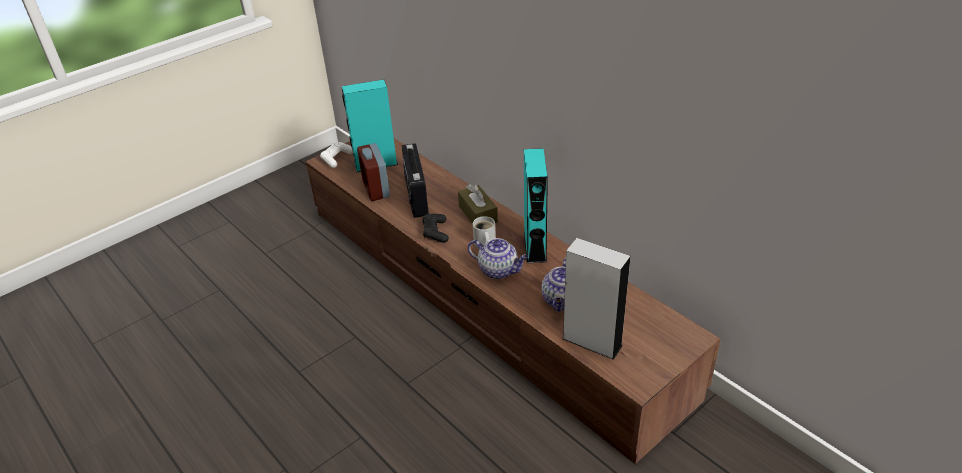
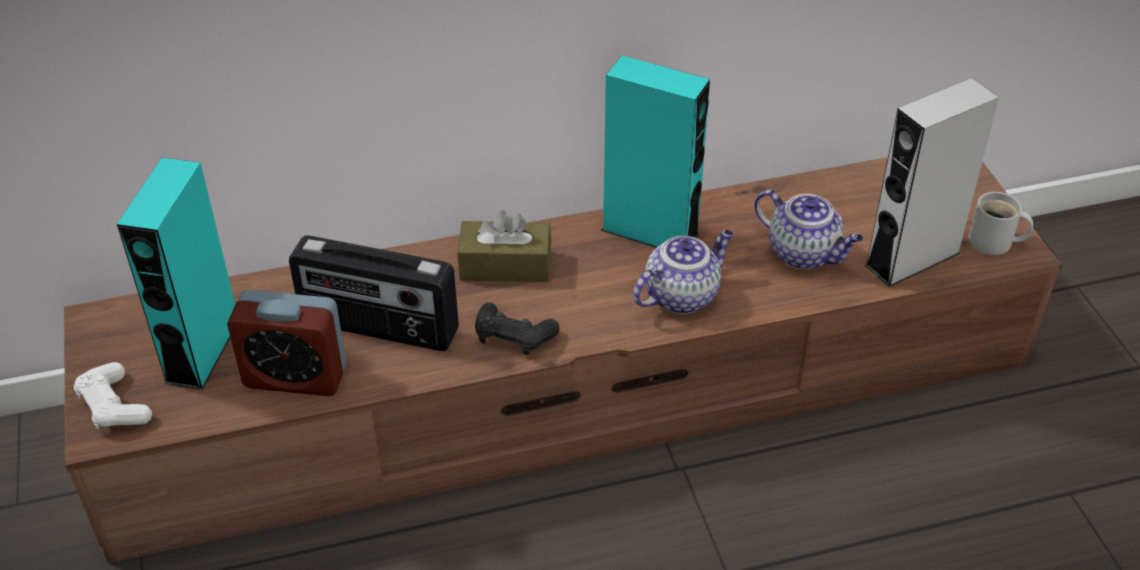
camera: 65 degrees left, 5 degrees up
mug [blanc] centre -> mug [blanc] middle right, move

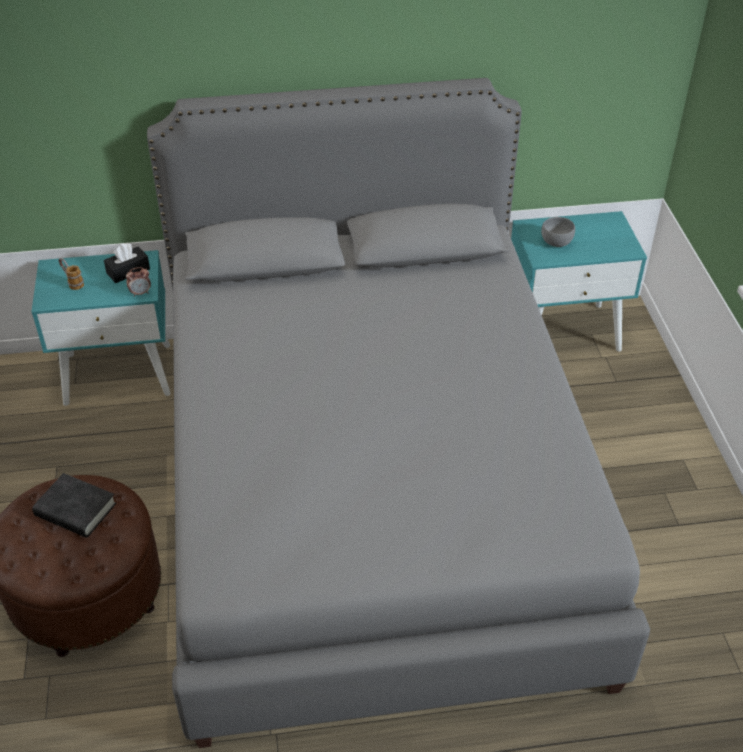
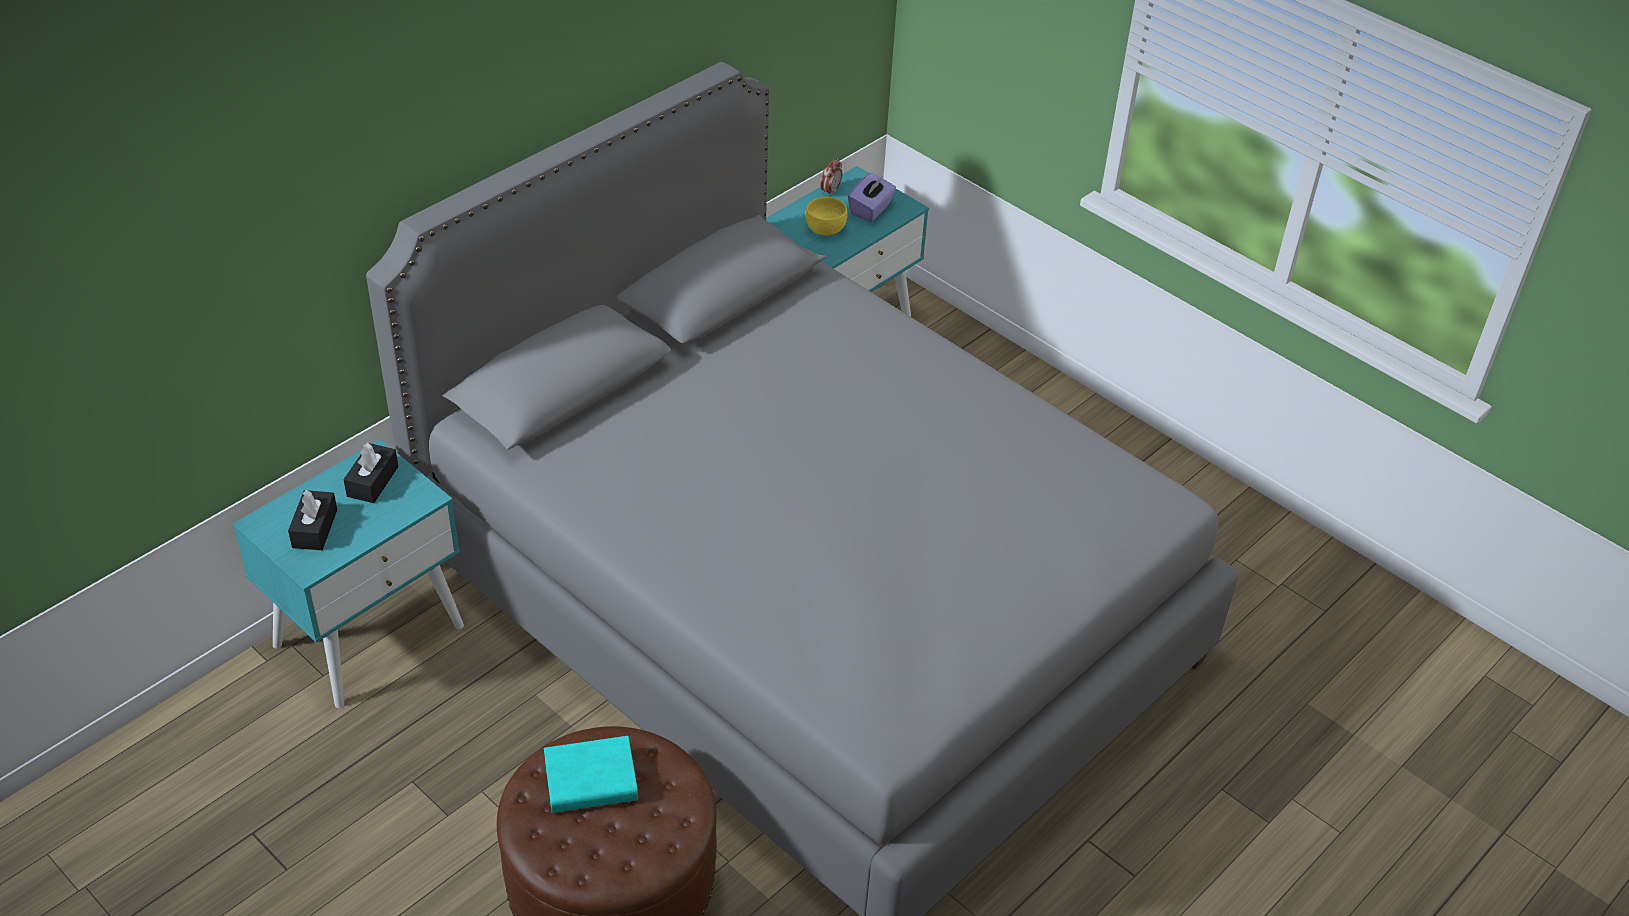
camera: 40 degrees left, 0 degrees up
none -> boîte à mouchoirs [violet] top centre
réveil middle left -> réveil top centre, move
mug middle left -> boîte à mouchoirs [noir] (1st from left) middle left
livre [noir] bottom left -> livre [turquoise] bottom centre
bol [gris] top right -> bol [jaune] top centre

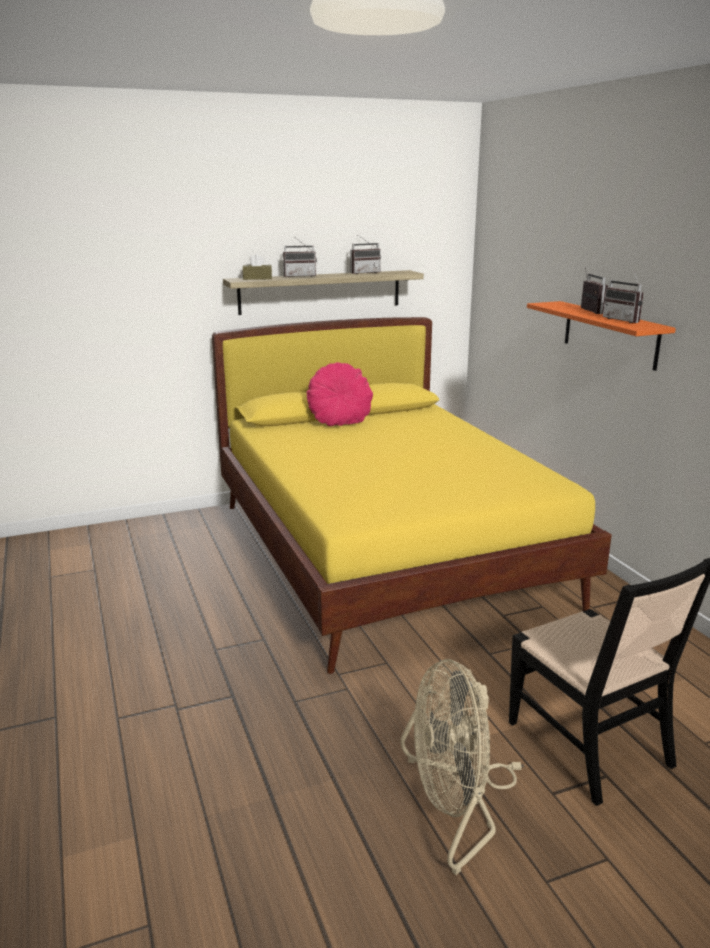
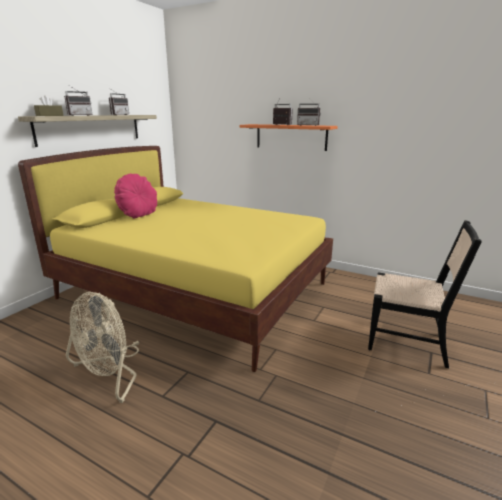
camera: 40 degrees left, 0 degrees up
ventilateur [beige] bottom centre -> ventilateur [beige] bottom left, move

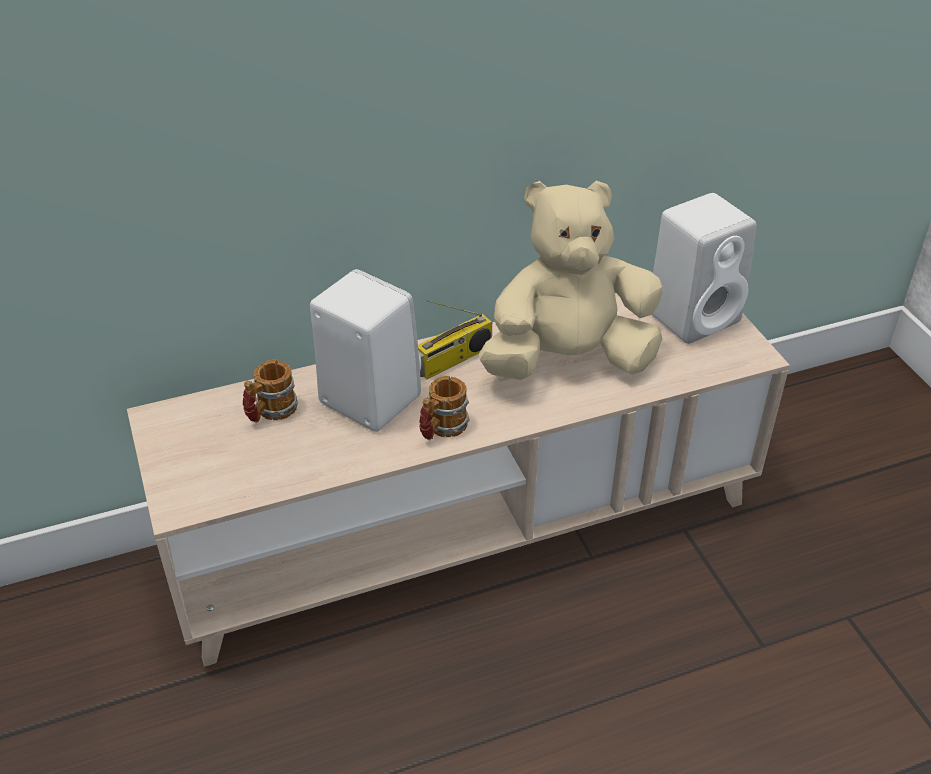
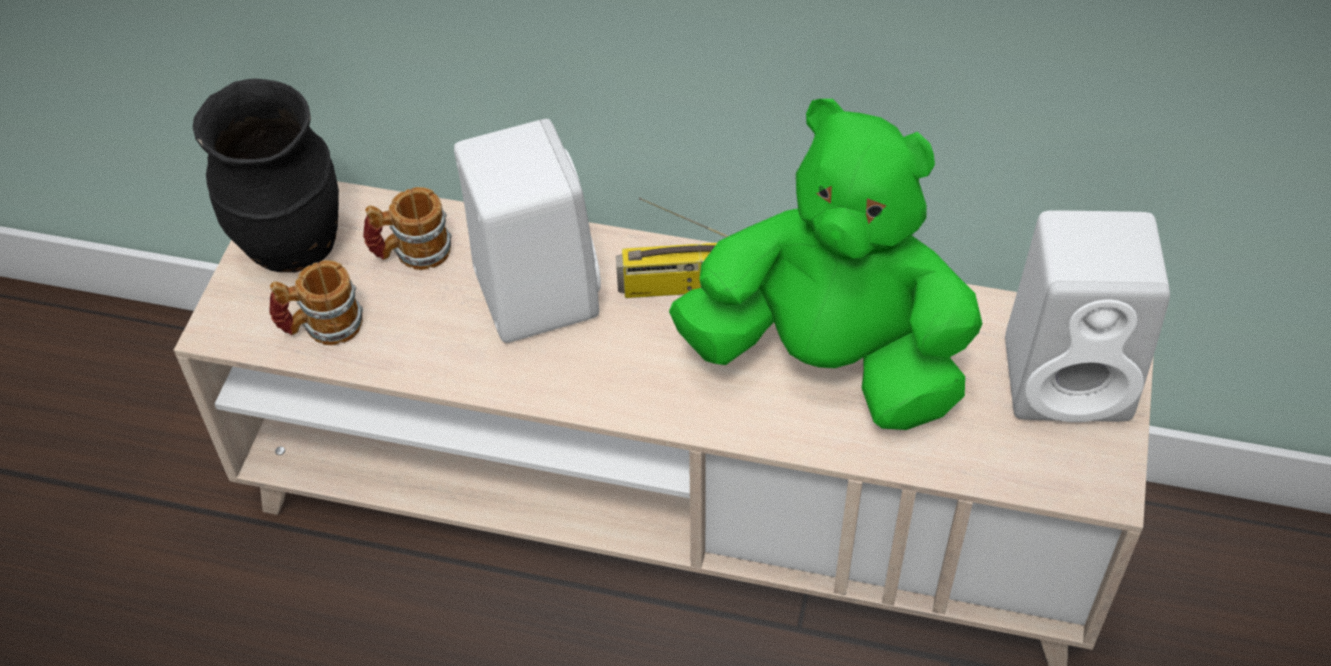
camera: 35 degrees right, 10 degrees up
none -> vase [noir] top left
mug (2nd from left in the first image) centre -> mug (1st from left) middle left, move
peluche [beige] centre -> peluche [vert] centre

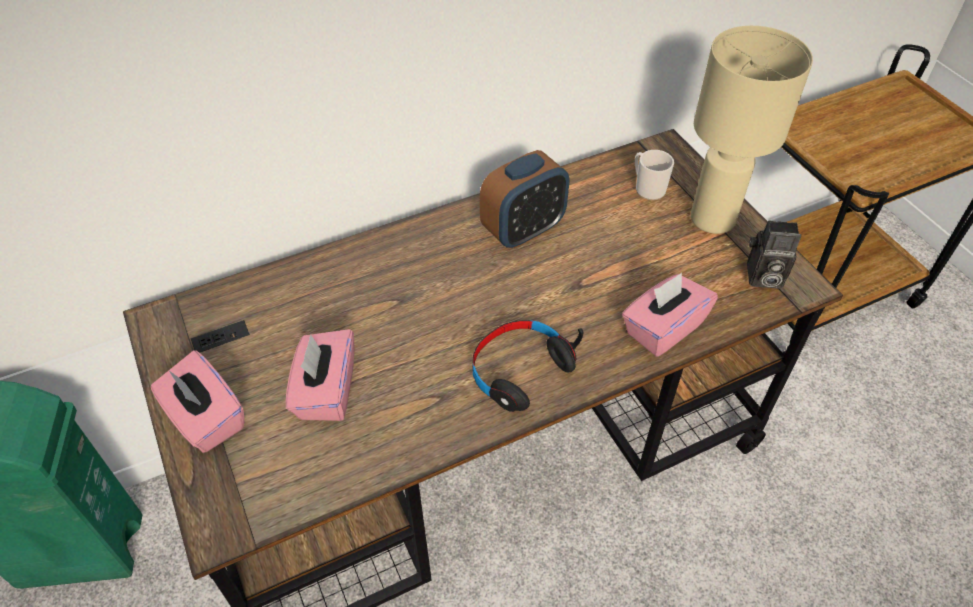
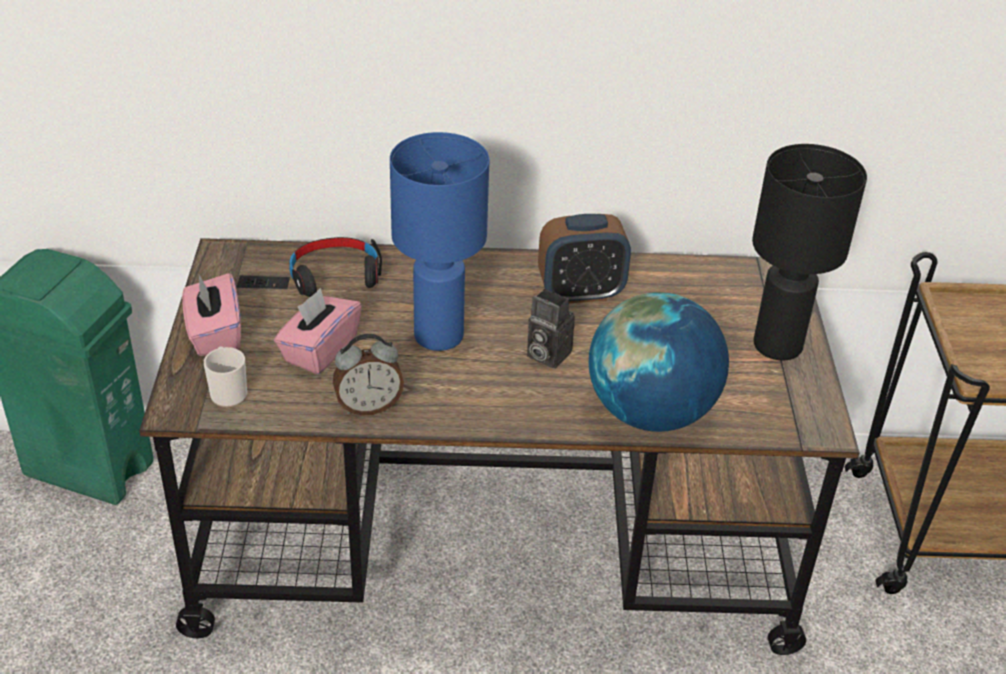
camera: 25 degrees right, 10 degrees down
none -> réveil (1st from left) centre
none -> lampe de table [bleu] centre
casque audio [noir] centre -> casque audio [noir] middle left, move
mug top right -> mug middle left, move
appareil photo middle right -> appareil photo centre, move
boîte à mouchoirs [rose] (3rd from left) middle right -> globe centre
lampe de table [beige] top right -> lampe de table [noir] middle right

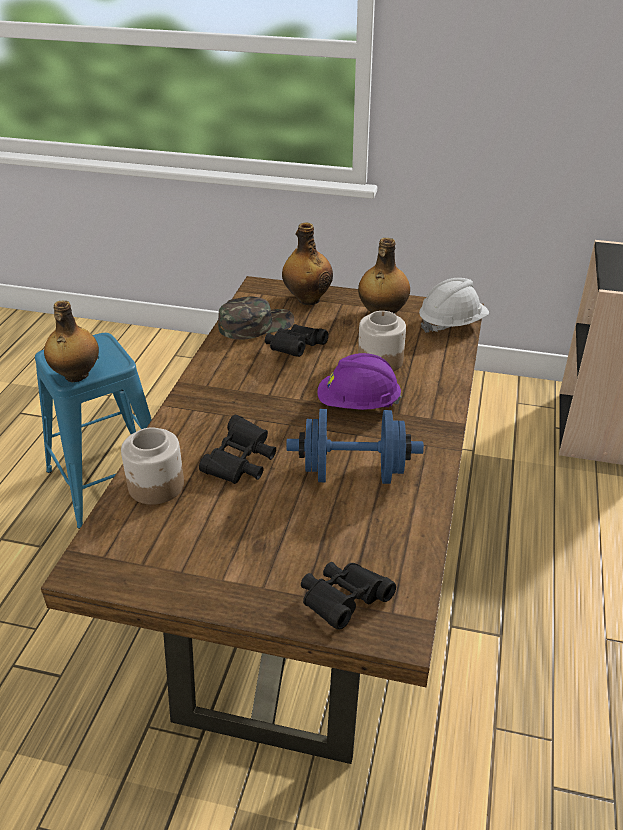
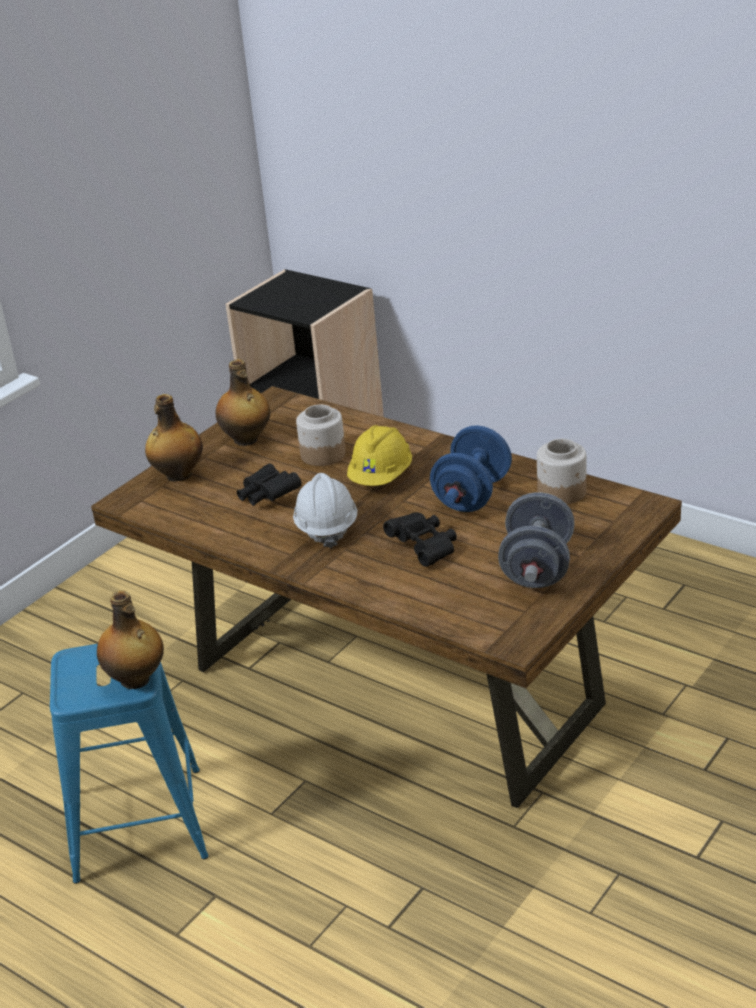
camera: 65 degrees left, 5 degrees down
casquette [vert] centre -> none
jumelles [noir] (3rd from left) bottom centre -> none
none -> haltère [gris] middle right
bocal (1st from left in the first image) middle left -> bocal (2nd from left) middle right, move
casque de chantier [blanc] middle right -> casque de chantier [blanc] centre, move
casque de chantier [violet] centre -> casque de chantier [jaune] centre

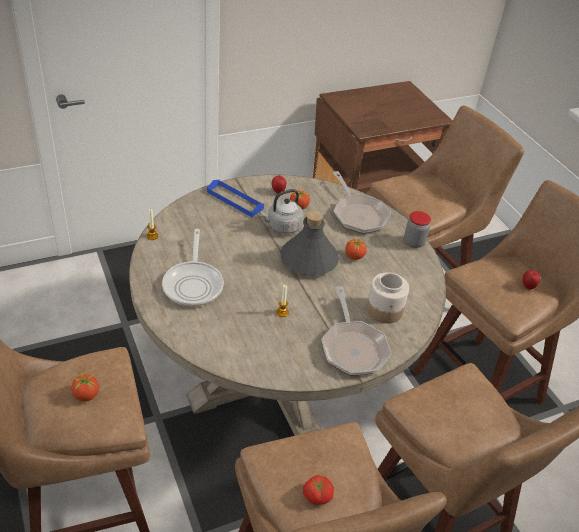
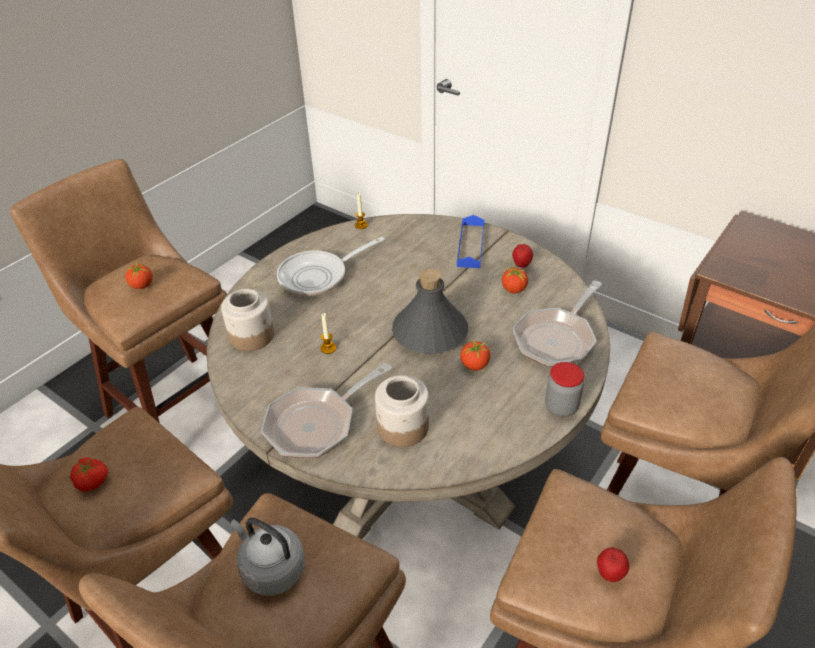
camera: 65 degrees right, 0 degrees up
none -> bocal (1st from left) middle left
bouilloire [gris] centre -> bouilloire [gris] bottom left, move

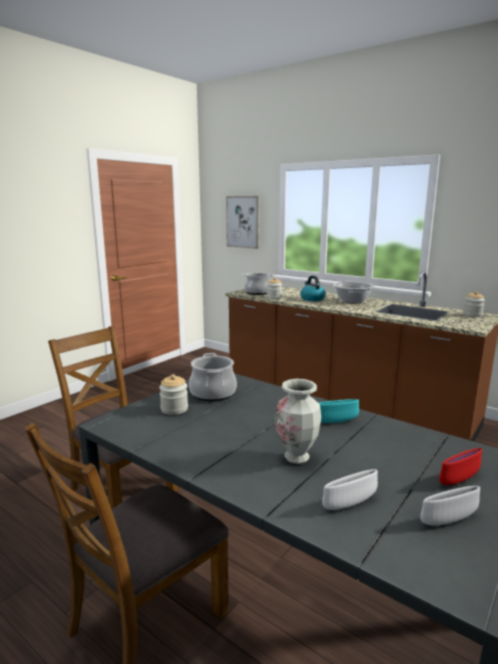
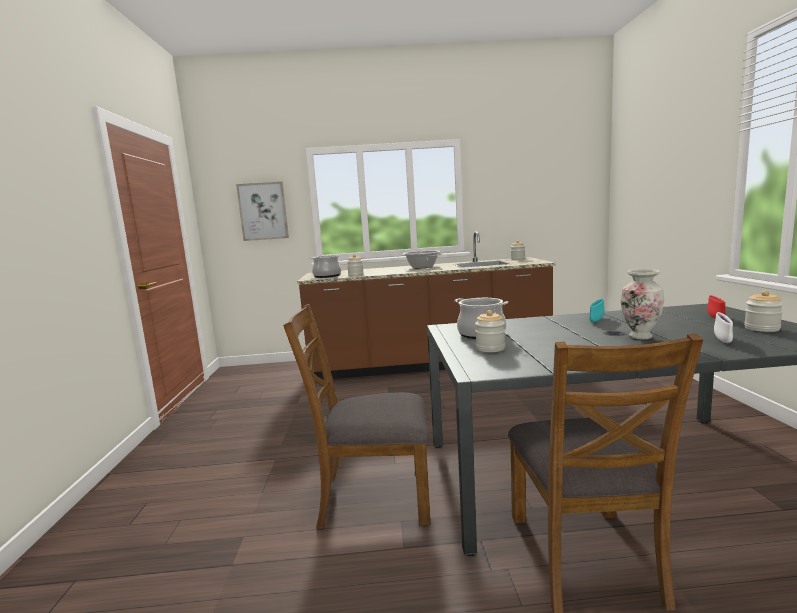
camera: 40 degrees left, 5 degrees down
bouilloire centre -> none
bol [blanc] (2nd from left) bottom right -> bocal (4th from left) middle right

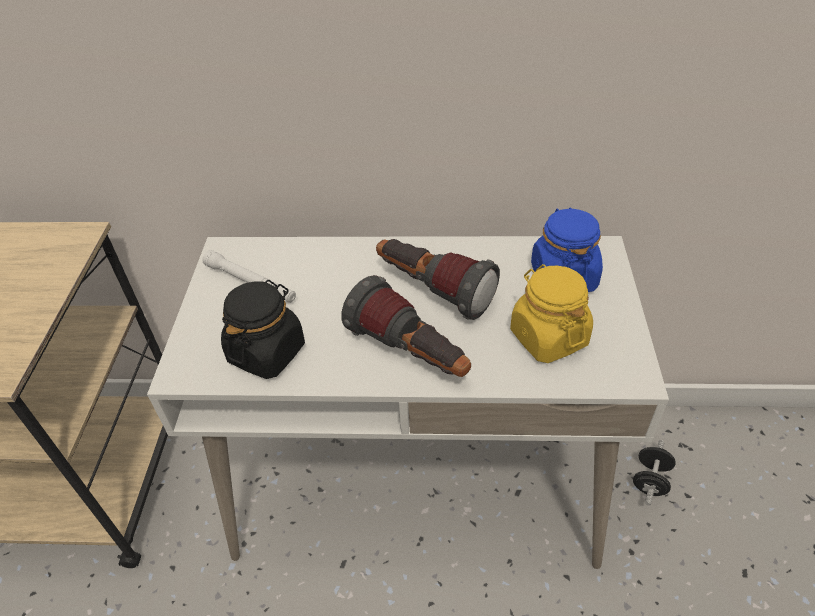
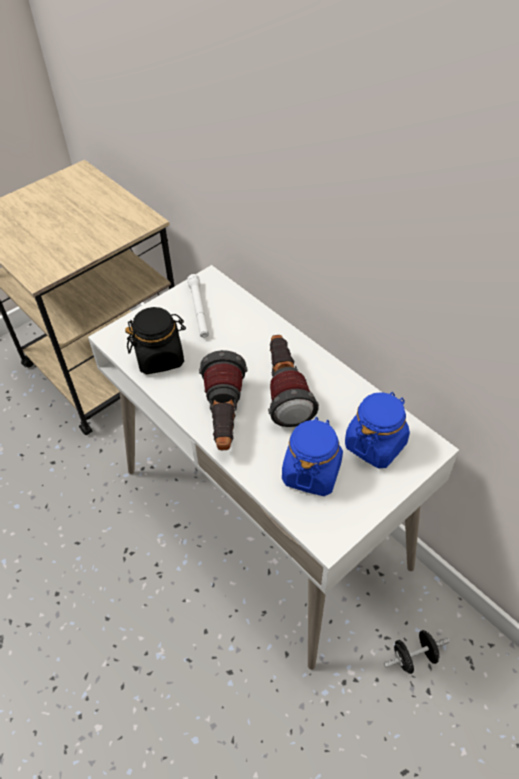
camera: 45 degrees right, 5 degrees up
bocal [jaune] middle right -> bocal [bleu] (1st from left) centre

